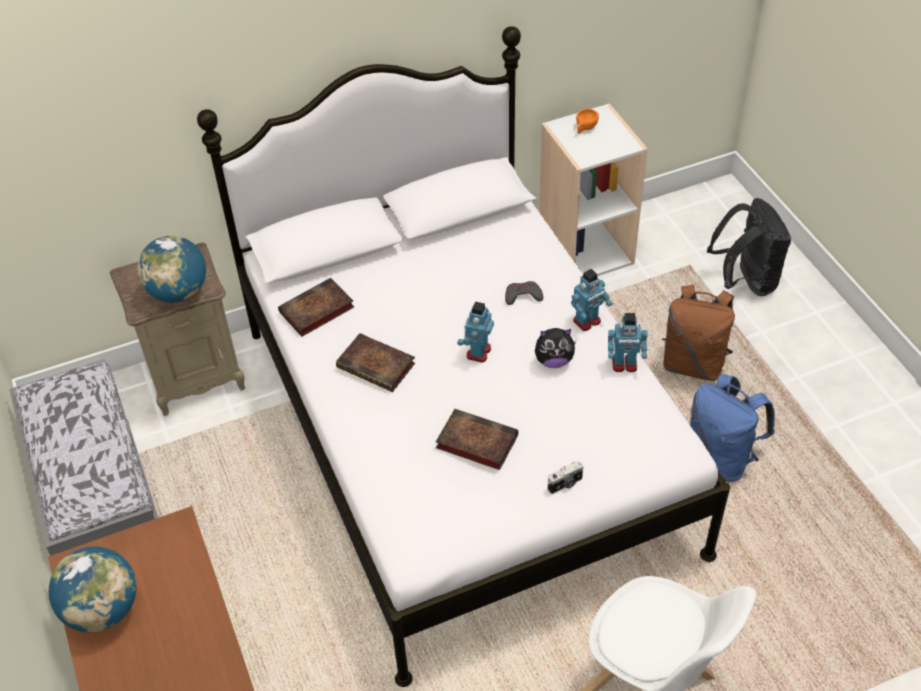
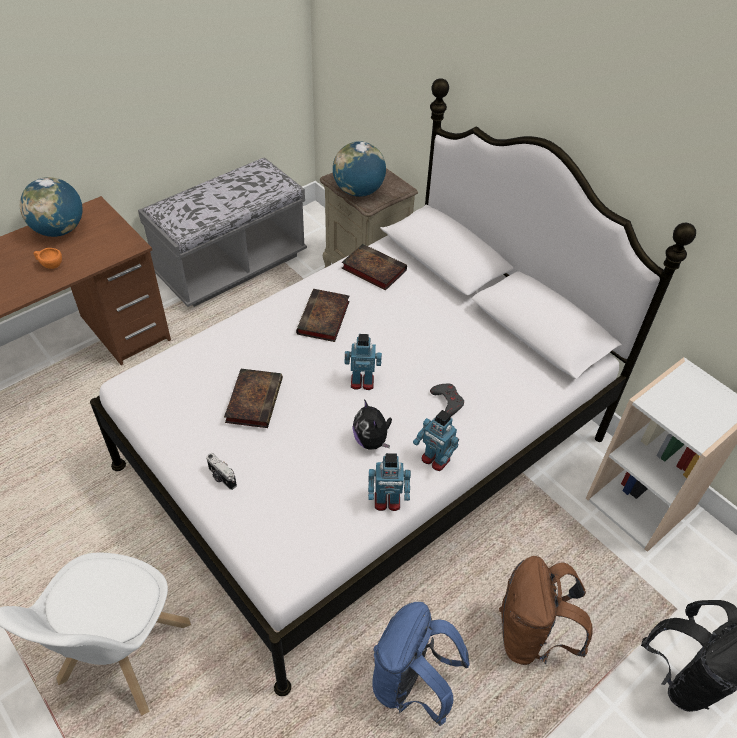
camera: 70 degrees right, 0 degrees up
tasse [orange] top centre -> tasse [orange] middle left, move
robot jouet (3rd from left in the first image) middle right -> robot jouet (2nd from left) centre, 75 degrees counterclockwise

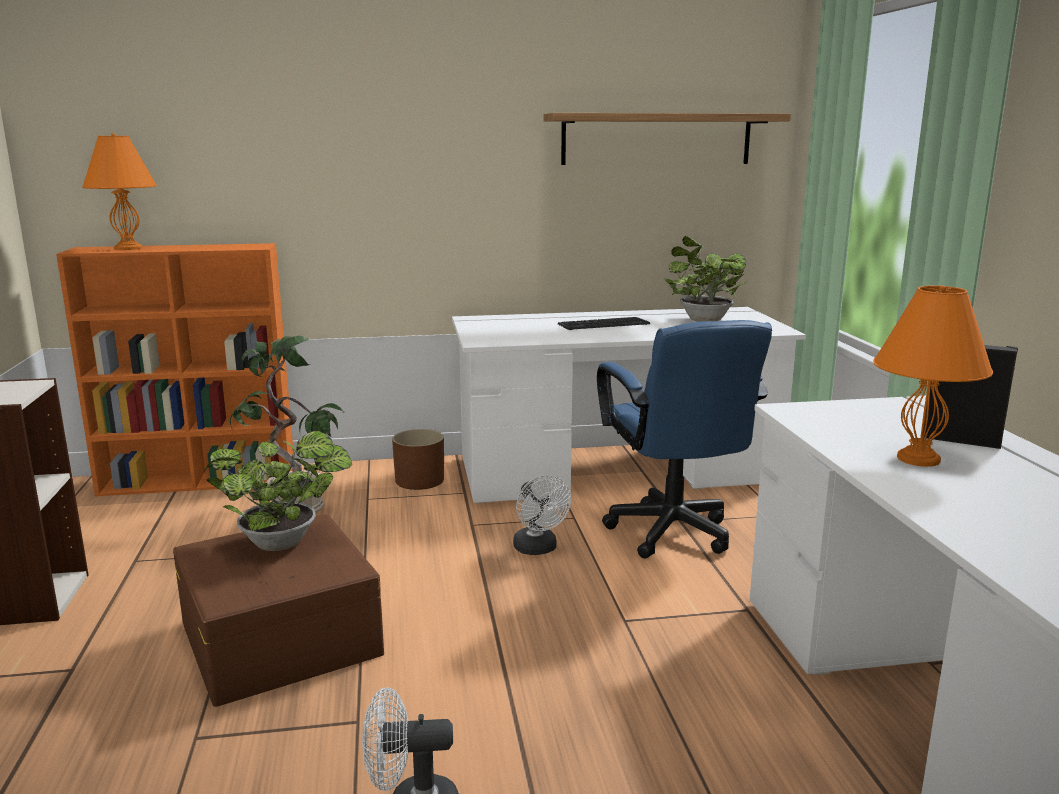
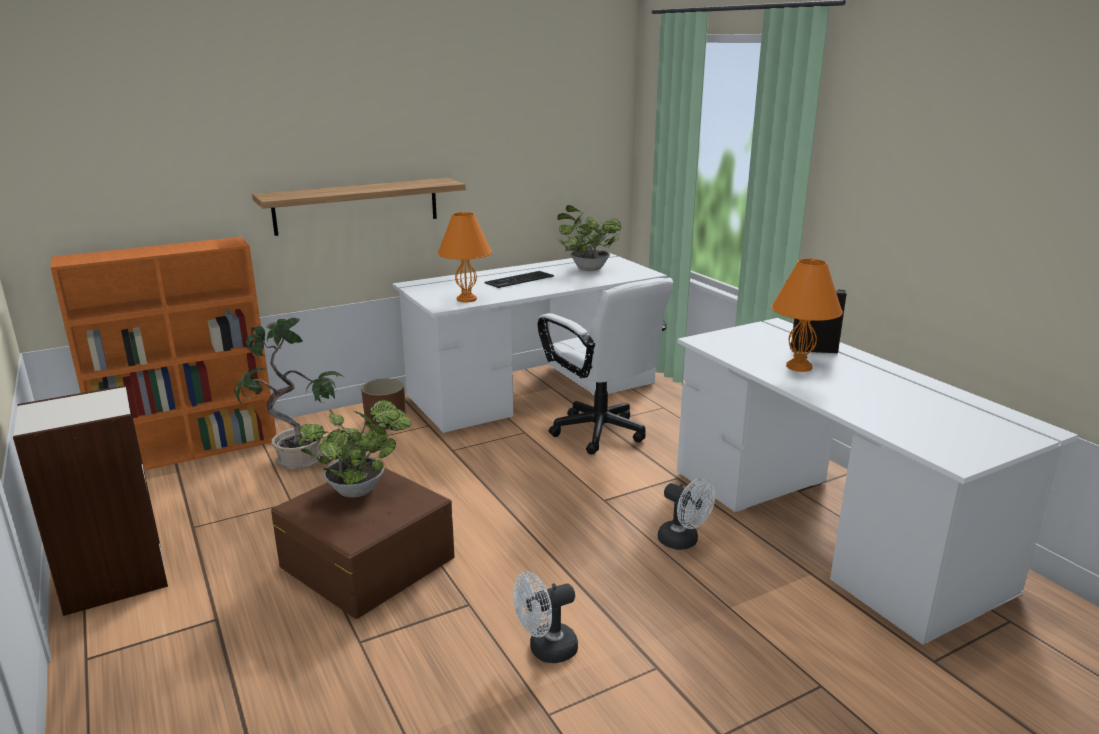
camera: 20 degrees left, 5 degrees up
lampe de table [orange] (1st from left) top left -> lampe de table [orange] (1st from left) centre, move
ventilateur [blanc] (2nd from left) centre -> ventilateur [blanc] (2nd from left) bottom centre, move
étagère top centre -> étagère top left, move
chaise de bureau [bleu] centre -> chaise de bureau [blanc] centre

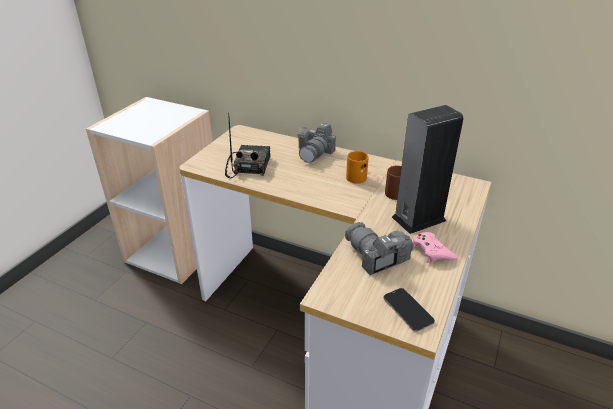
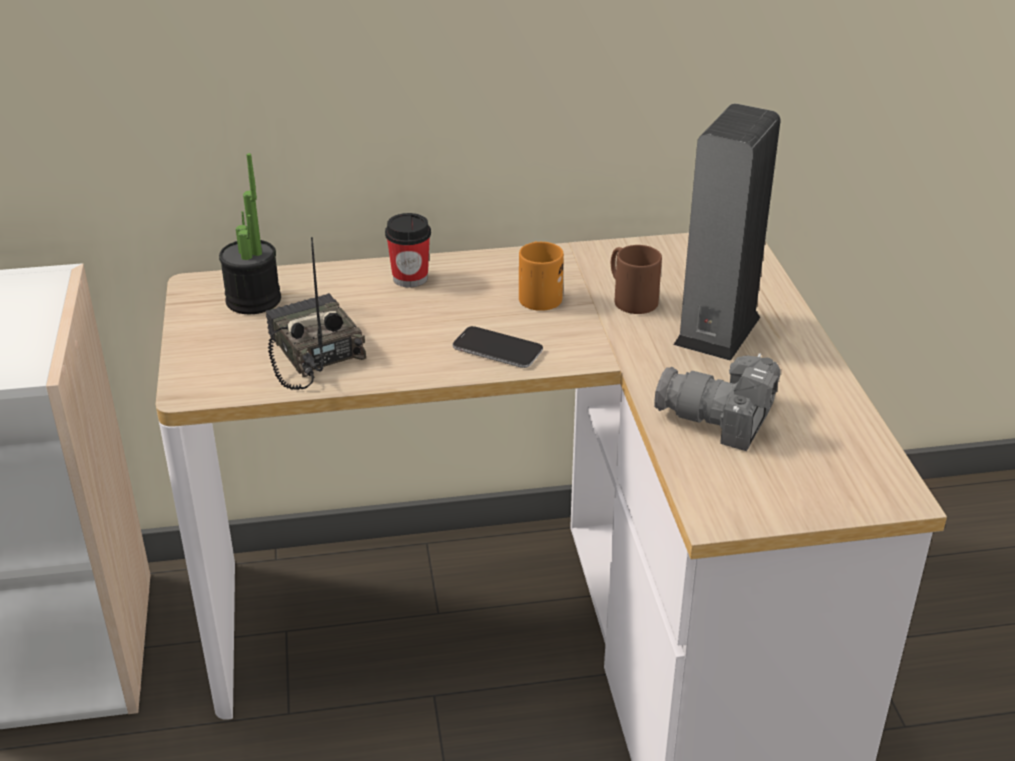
camera: 35 degrees left, 0 degrees up
manette [rose] middle right -> none
none -> plante en pot top left
téléphone bottom right -> téléphone centre, move
appareil photo (1st from left) centre -> tasse top centre

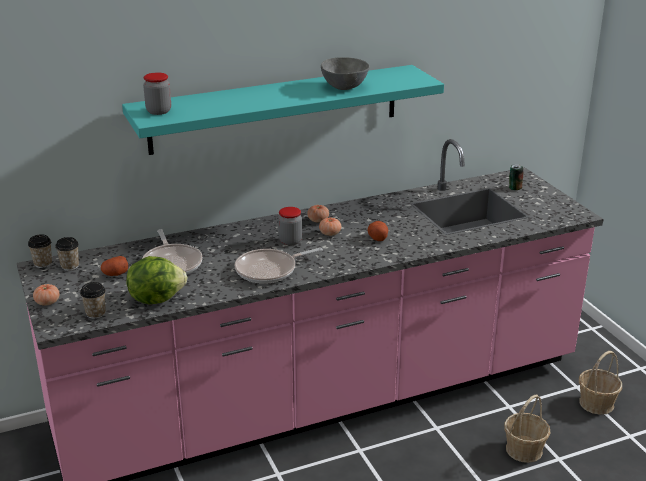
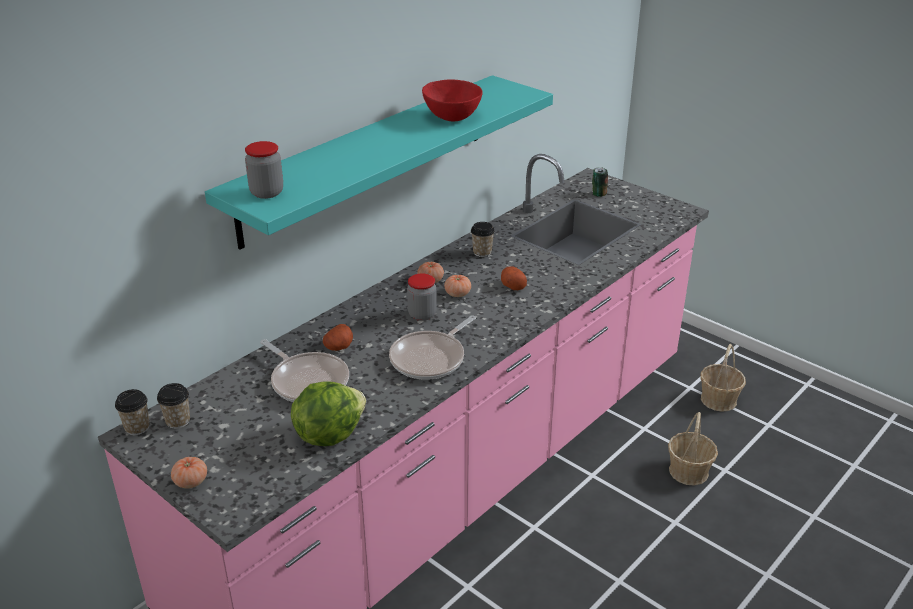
camera: 25 degrees left, 5 degrees up
tasse (3rd from left) middle left -> tasse (3rd from left) centre, move
pomme de terre (1st from left) middle left -> pomme de terre (1st from left) centre, move
bol [gris] top centre -> bol [rouge] top centre

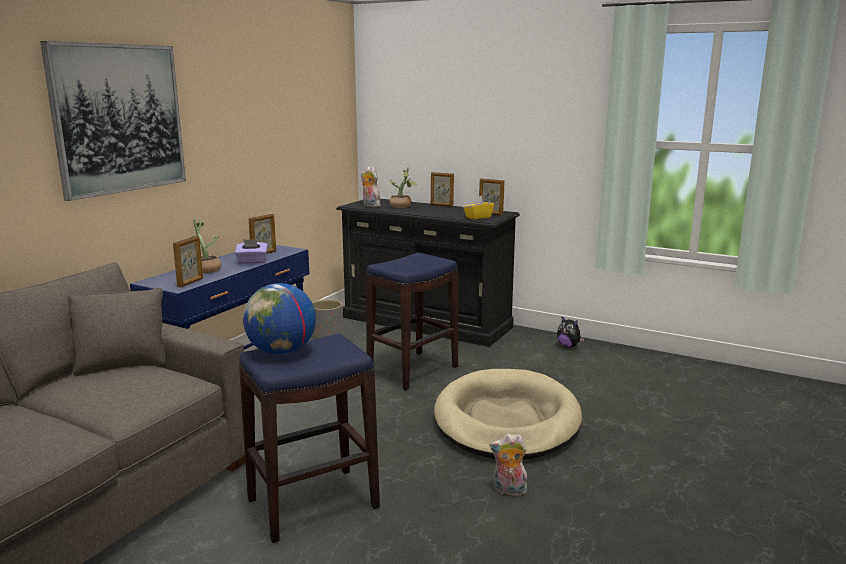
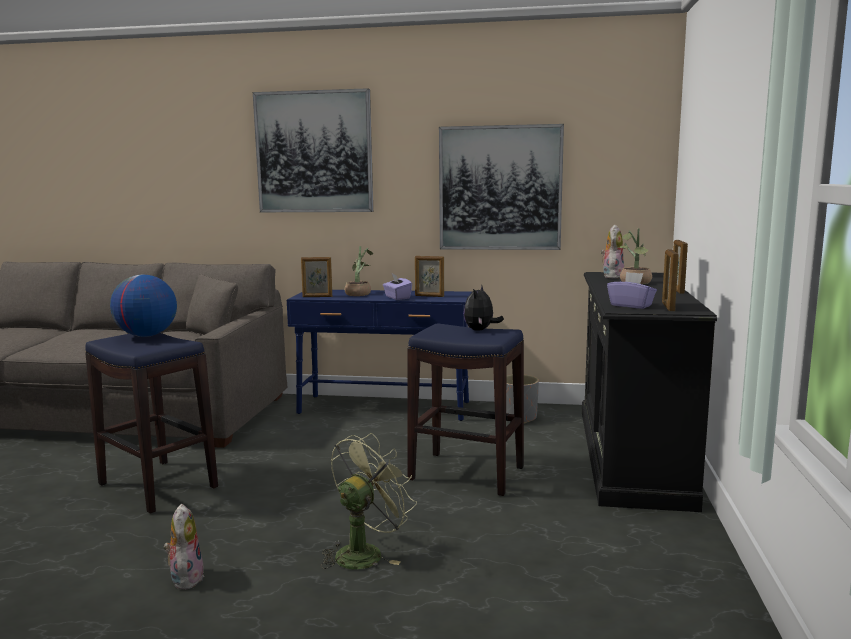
camera: 70 degrees right, 5 degrees down
none -> tableau (2nd from left) top centre
peluche (3rd from left in the first image) middle right -> peluche (2nd from left) centre, move
panier pour chien [beige] bottom centre -> ventilateur [vert] bottom centre
boîte à mouchoirs [jaune] centre -> boîte à mouchoirs [violet] (2nd from left) middle right

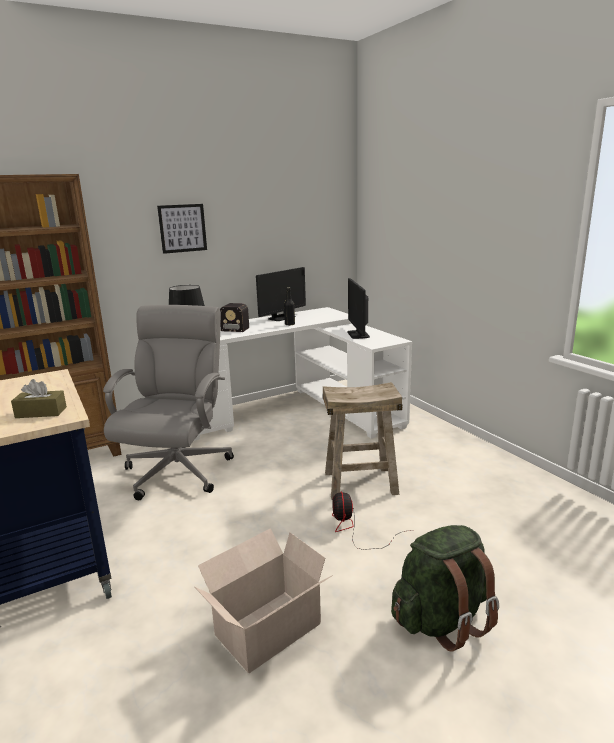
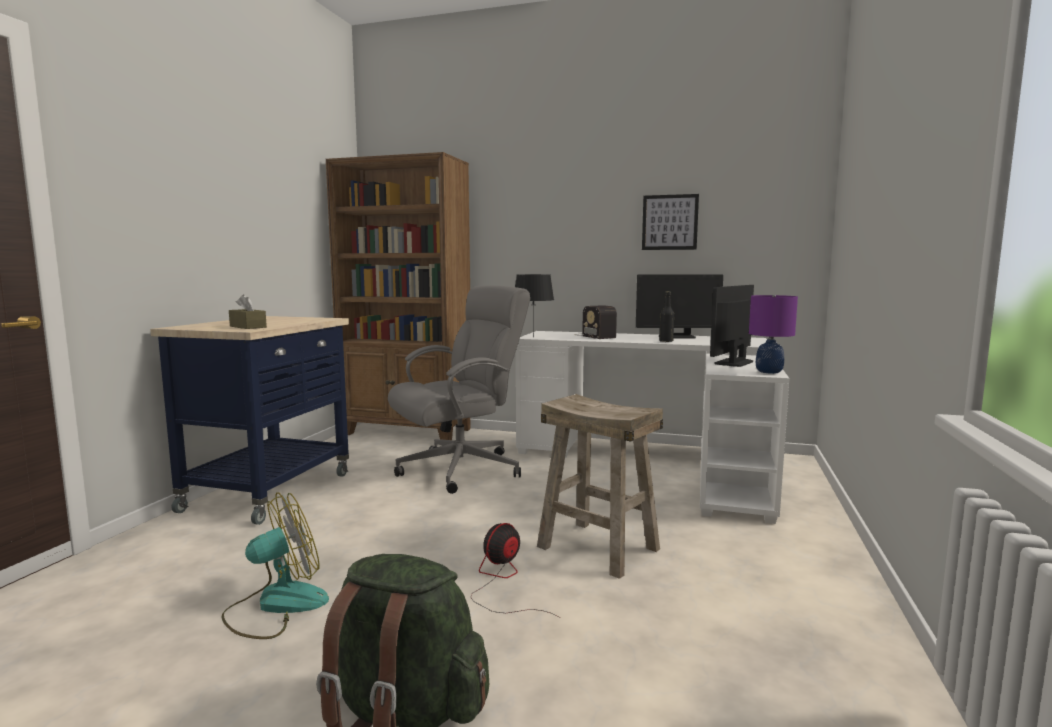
camera: 45 degrees right, 10 degrees down
none -> lampe de table [violet] middle right
tableau top left -> tableau top centre, move
carton bottom centre -> ventilateur (1st from left) bottom left

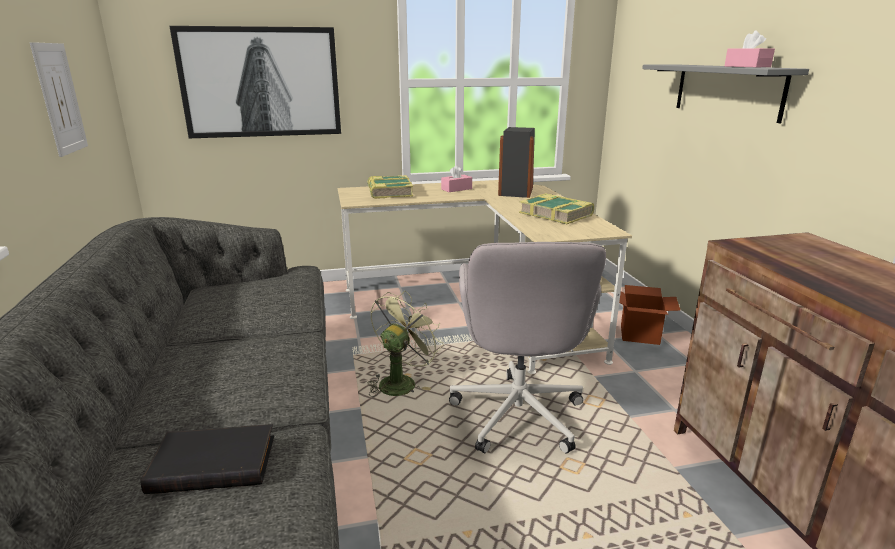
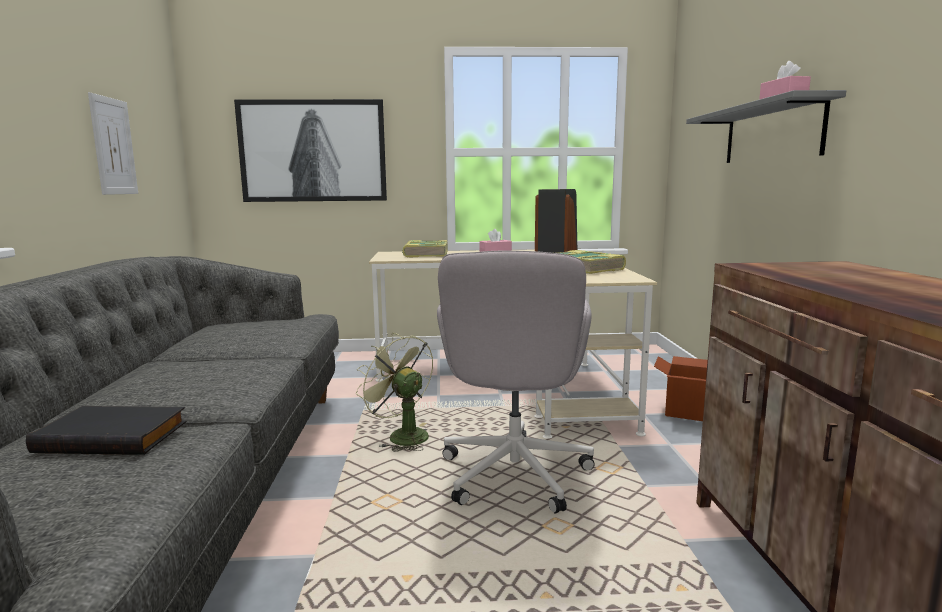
camera: 10 degrees right, 10 degrees down
ventilateur [vert] centre, 90 degrees counterclockwise

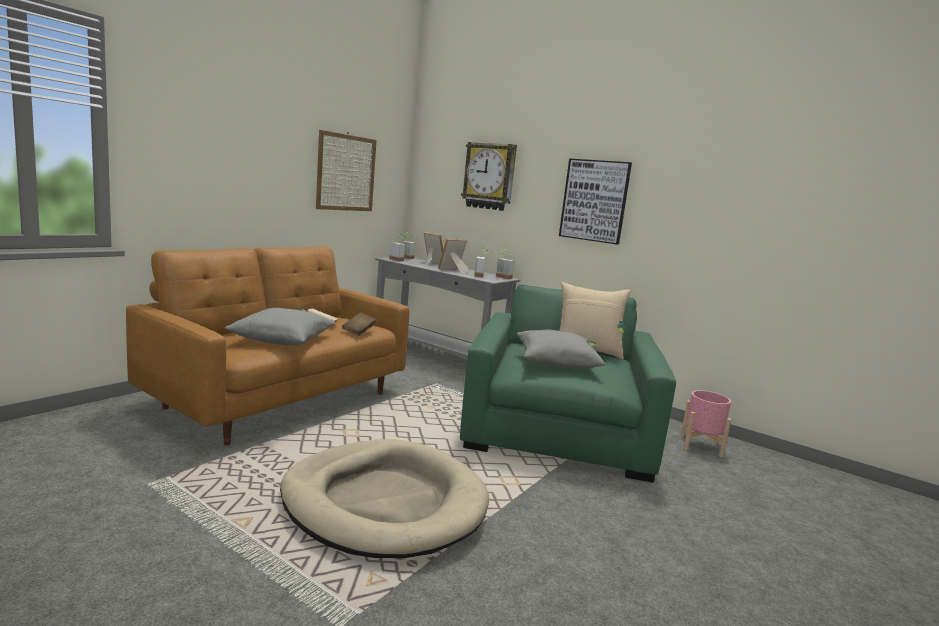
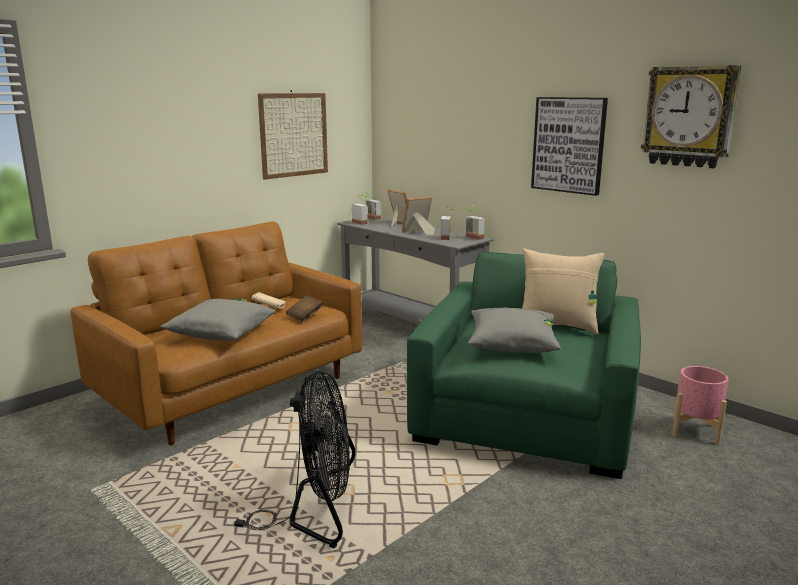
camera: 10 degrees right, 5 degrees up
horloge murale top centre -> horloge murale top right, move
panier pour chien [beige] bottom centre -> ventilateur [noir] bottom centre

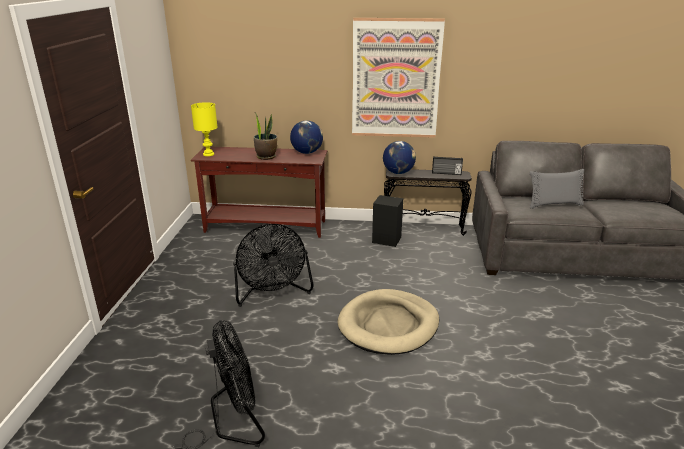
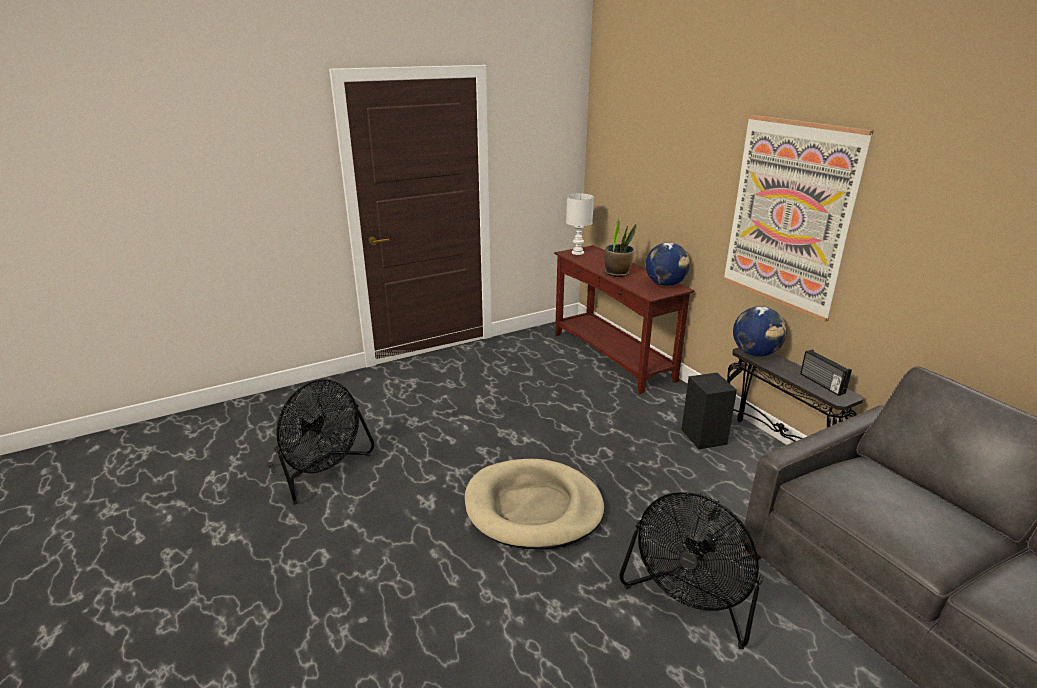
camera: 55 degrees right, 0 degrees up
coussin [gris] middle right -> none
ventilateur [noir] (2nd from left) centre -> ventilateur [noir] (2nd from left) bottom centre, move
lampe de table [jaune] top left -> lampe de table [blanc] top centre

